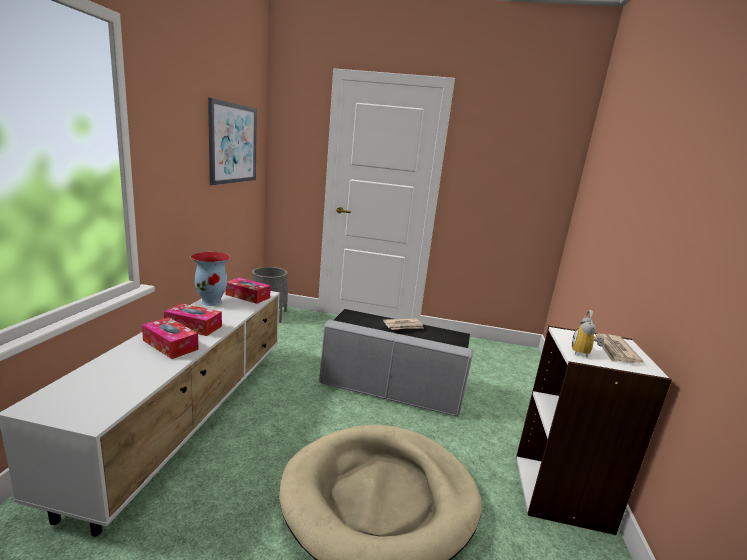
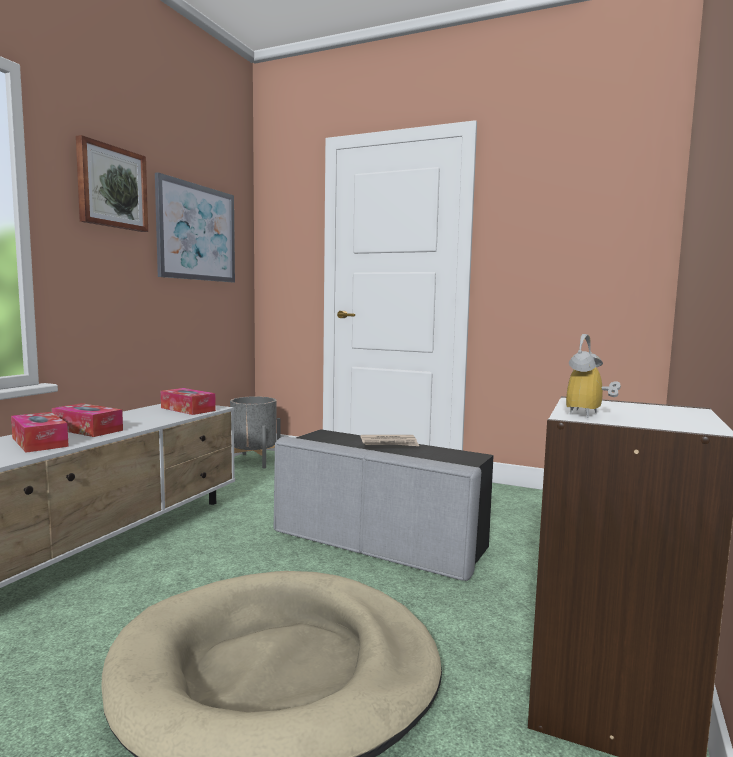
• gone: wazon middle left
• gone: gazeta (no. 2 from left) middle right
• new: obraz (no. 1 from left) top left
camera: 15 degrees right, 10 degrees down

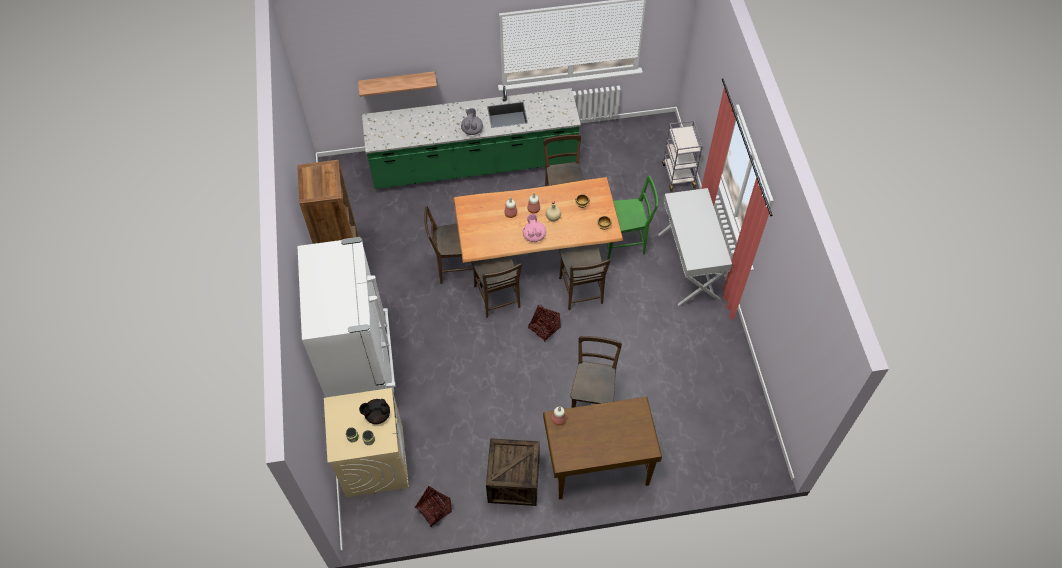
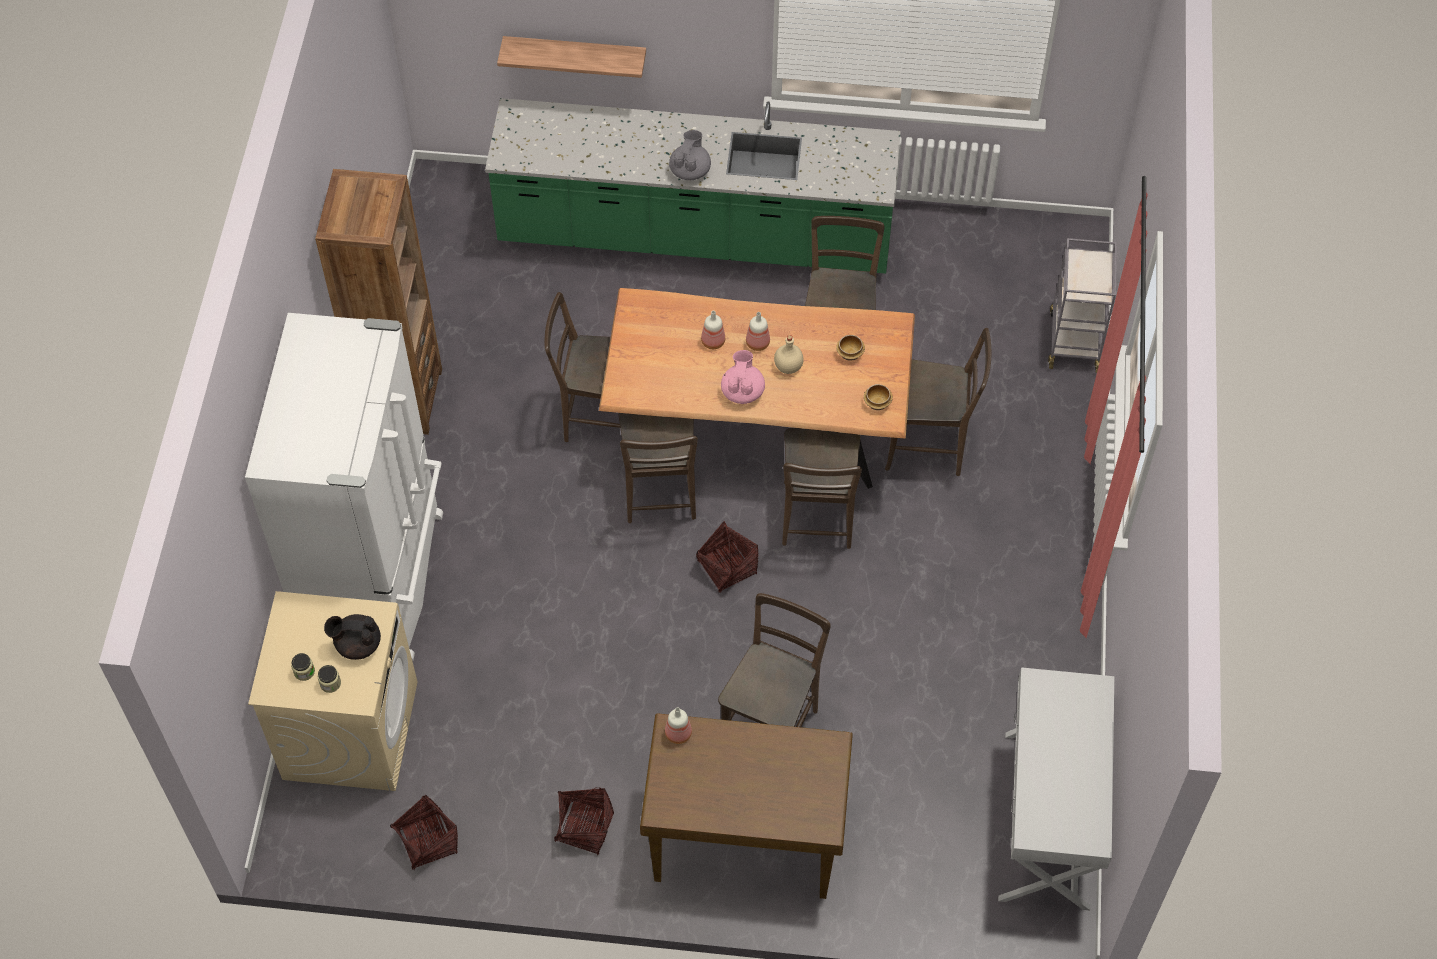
• shifted: stolik konsolowy (biały) centre to bottom right
• swapped: skrzynka bottom centre to koszyk (no. 2 from left) bottom centre
• repainted: krzesło (zielony) centre to krzesło (brązowy) (no. 6 from left) centre
camera: 15 degrees right, 0 degrees up

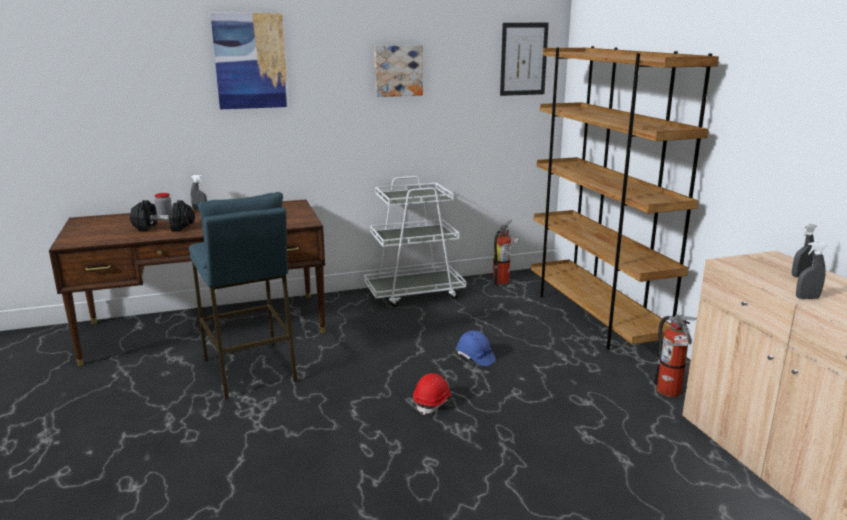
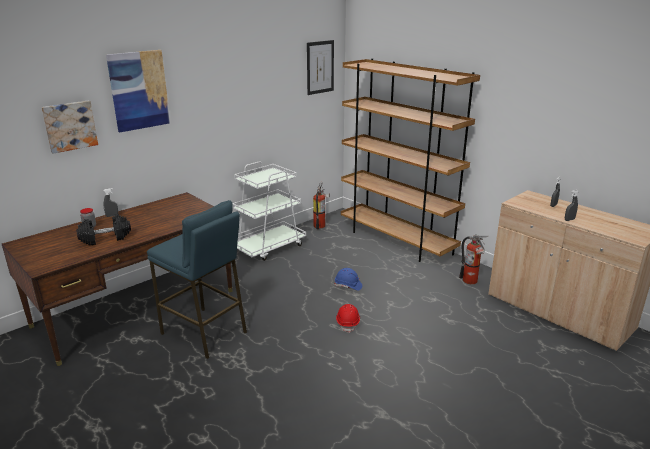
• shifted: obraz (no. 2 from left in the first image) top centre to obraz (no. 1 from left) top left
camera: 25 degrees left, 5 degrees up

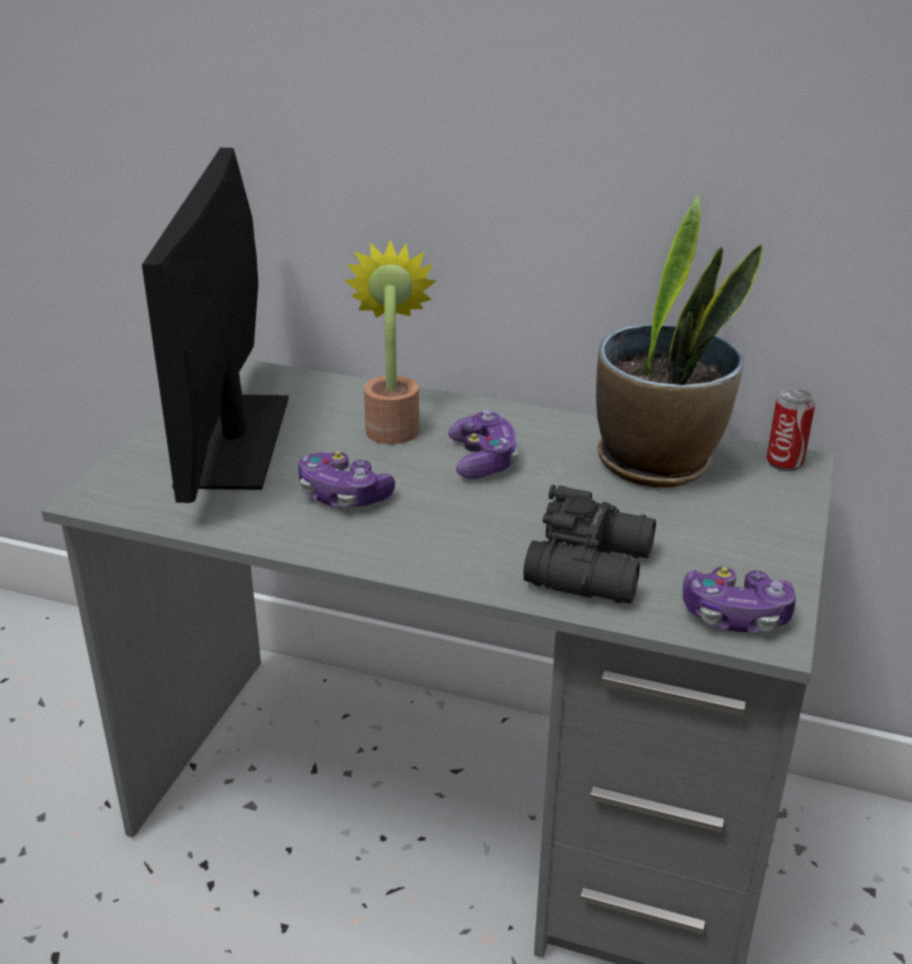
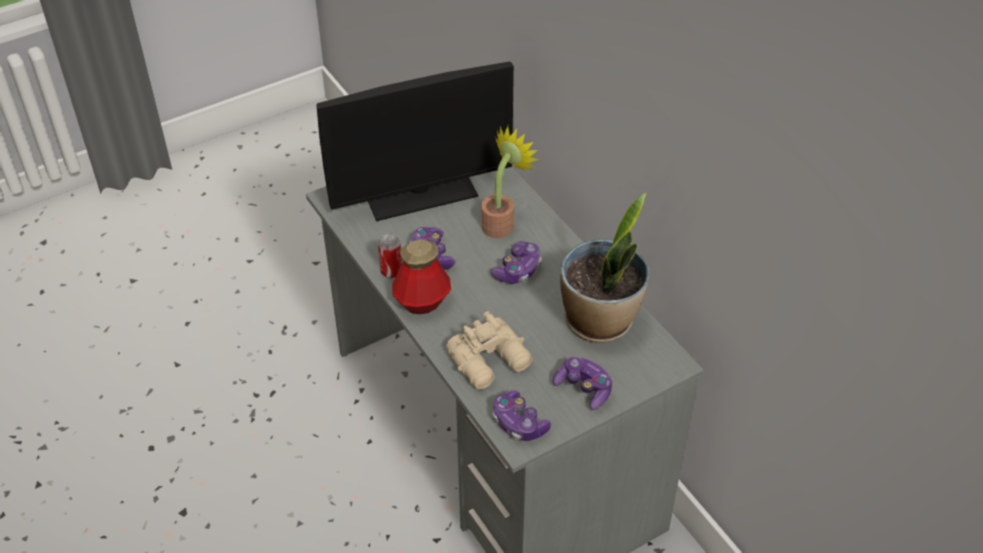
• new: butelka centre
• new: pad do gier (no. 4 from left) bottom centre
• shifted: puszka middle right to centre
• repainted: lornetka (czarny) centre to lornetka (beżowy) centre
• rotated: monitor middle left = top centre 150 degrees counterclockwise
camera: 40 degrees right, 15 degrees up

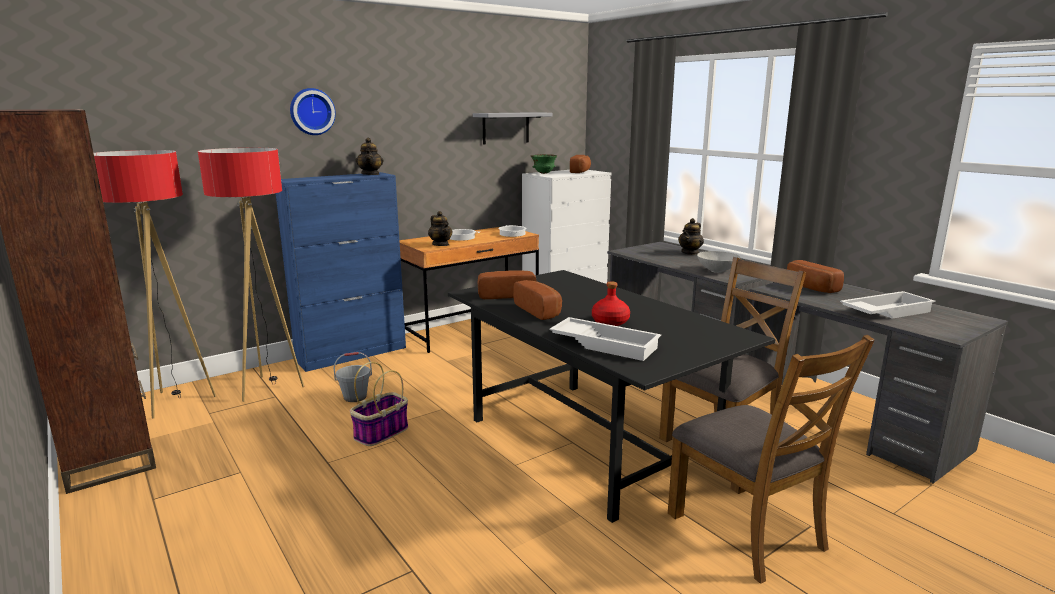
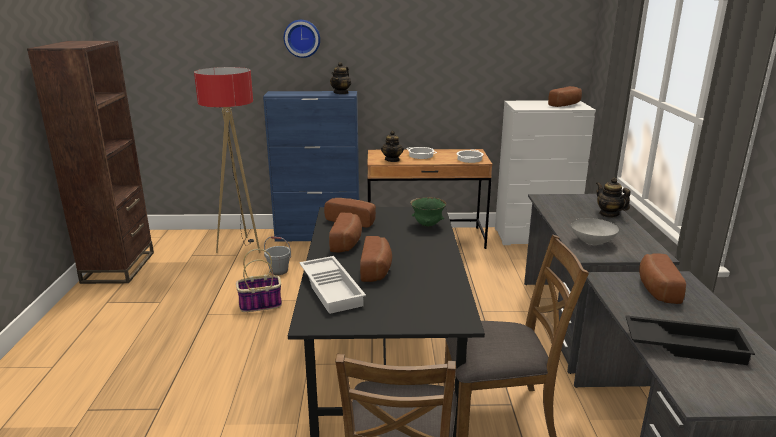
• gone: lampa stojąca (no. 1 from left) middle left
• gone: półka (szary) top centre
• shifted: miska (zielony) top centre to centre
• swapped: butelka (czerwony) centre to chleb (no. 3 from left) centre
• repainted: taca (biały) (no. 2 from left) middle right to taca (czarny) bottom right
• rotated: imbryk (no. 3 from left) centre = middle right 75 degrees clockwise
camera: 35 degrees right, 5 degrees up

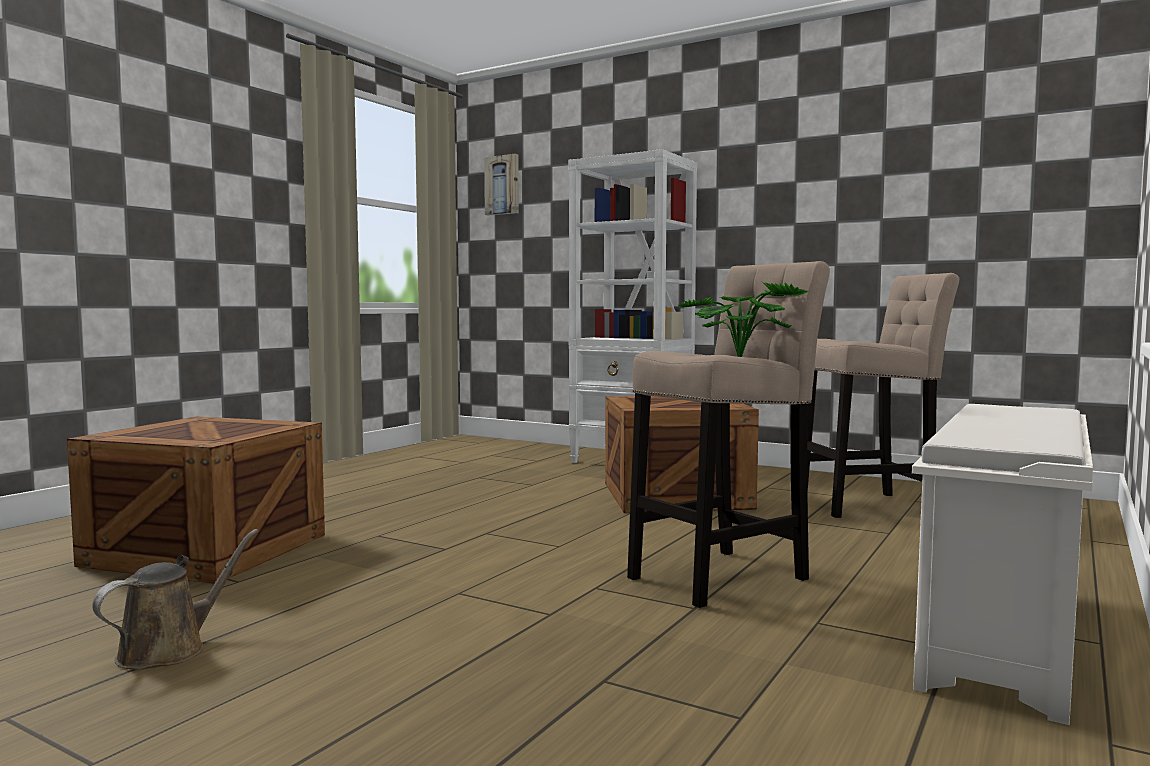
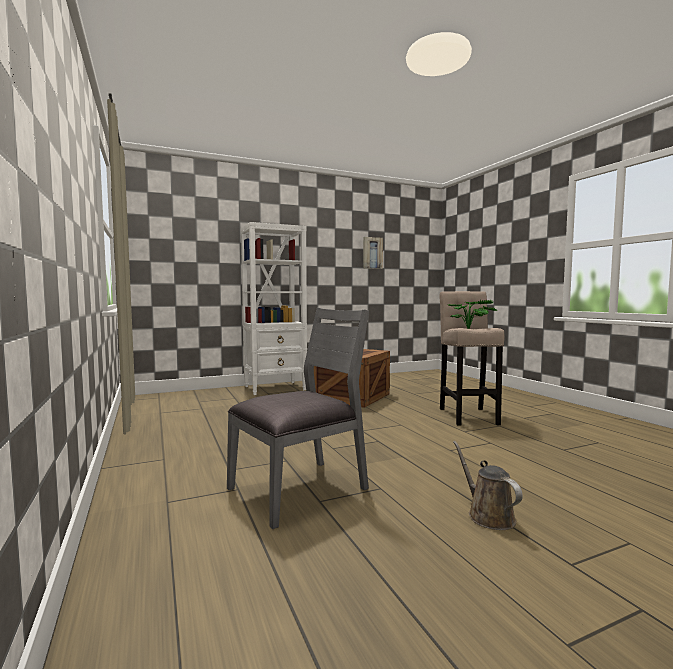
• gone: stołek (beżowy) (no. 2 from left) middle right
• gone: regał na buty (biały) bottom right
• shifted: obraz top centre to centre
• swapped: skrzynka (no. 1 from left) middle left to krzesło (szary) centre
camera: 55 degrees left, 0 degrees up

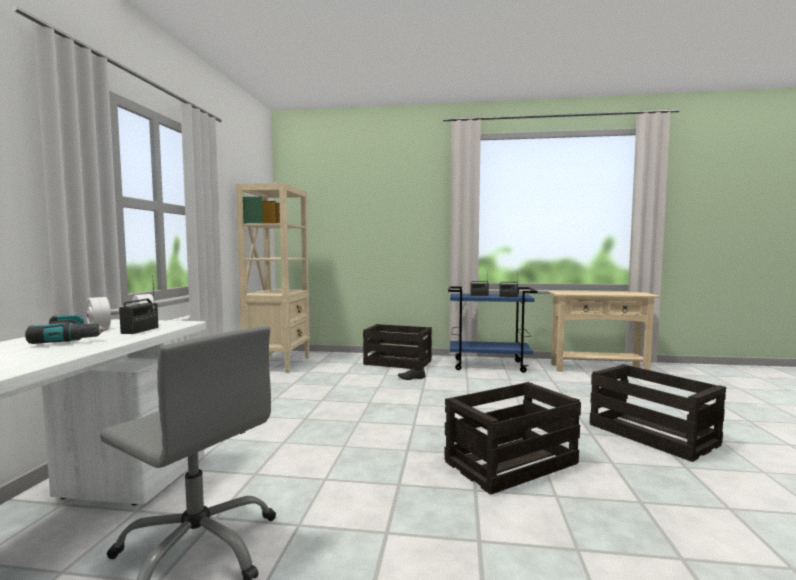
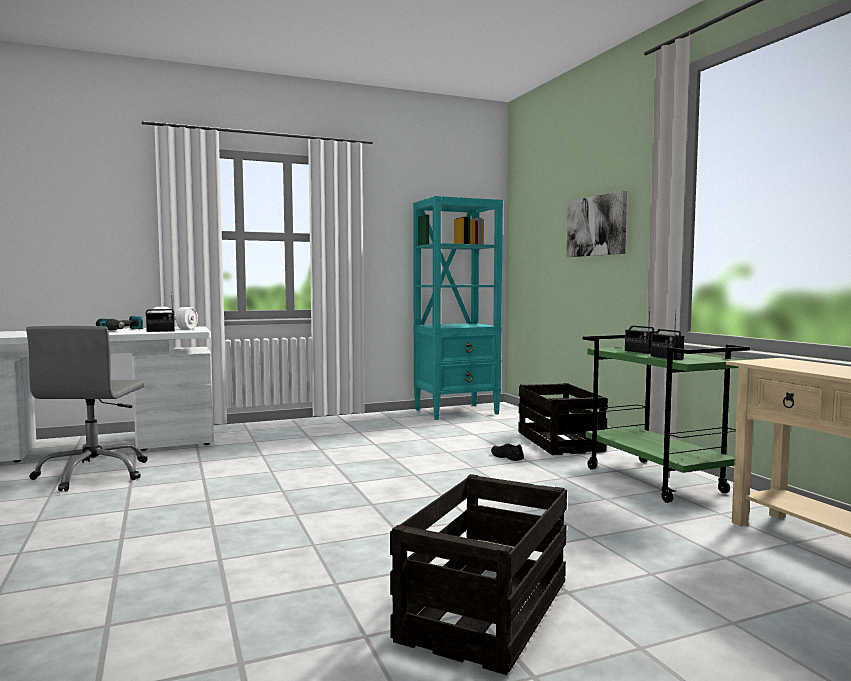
• gone: skrzynka (no. 2 from left) bottom centre
• new: obraz top right
• repainted: regał (beżowy) centre to regał (turkusowy) centre
• repainted: wózek (niebieski) centre to wózek (zielony) middle right
camera: 60 degrees right, 0 degrees up

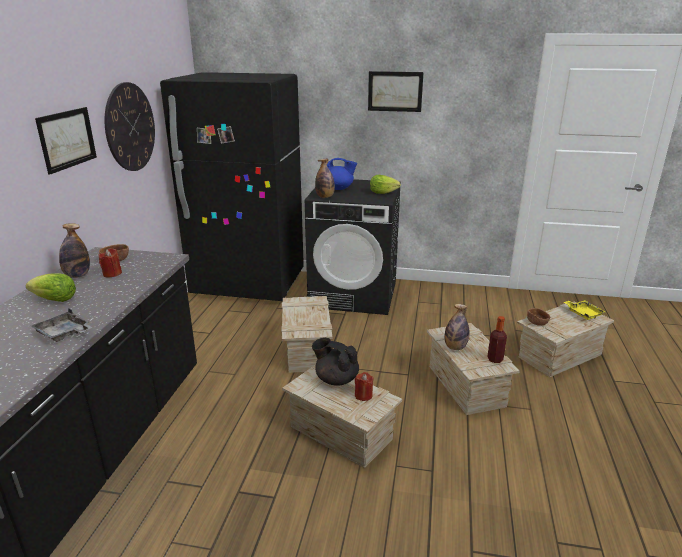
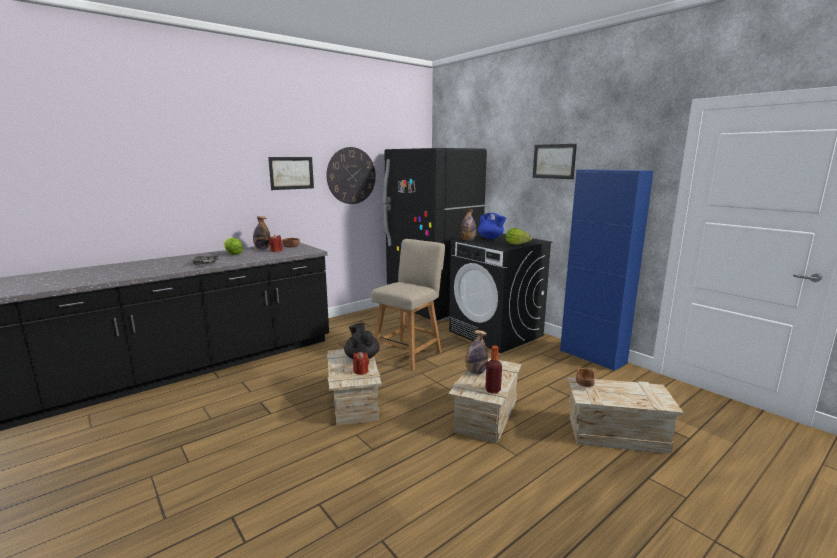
• gone: taca (żółty) middle right
• new: szafka (niebieski) middle right
• swapped: skrzynka (no. 1 from left) centre to krzesło (beżowy) centre
camera: 40 degrees right, 10 degrees down

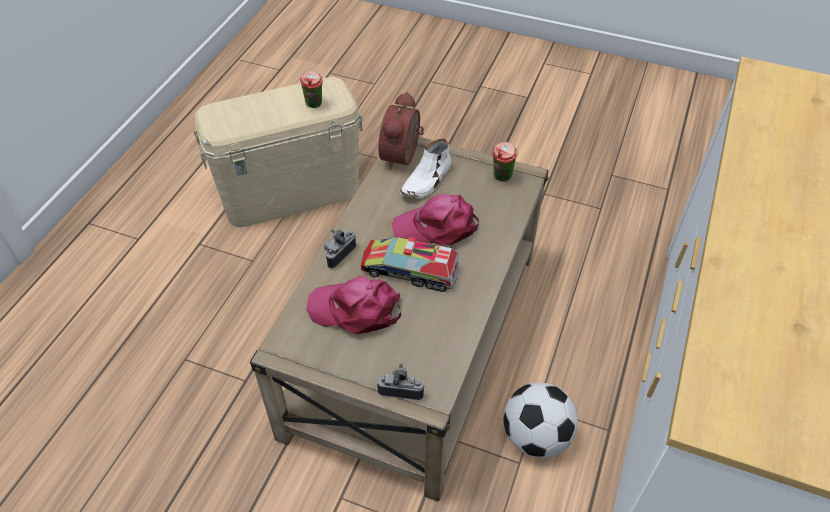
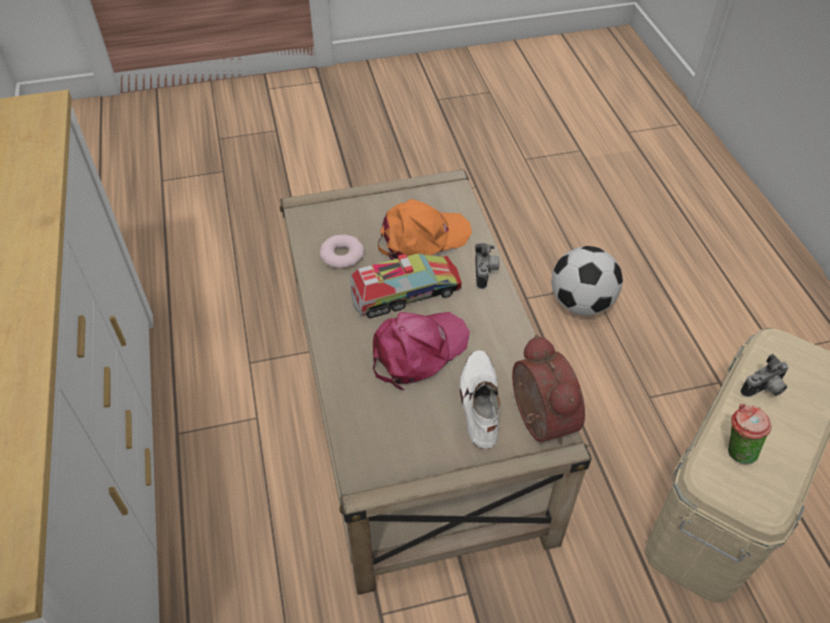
• gone: filiżanka (no. 2 from left) top centre
• new: donut centre
• shifted: aparat fotograficzny (no. 2 from left) bottom centre to middle right
• shifted: piłka futbolowa bottom centre to middle right
• repainted: czapka z daszkiem (różowy) (no. 1 from left) centre to czapka z daszkiem (pomarańczowy) centre
camera: 145 degrees right, 0 degrees up

